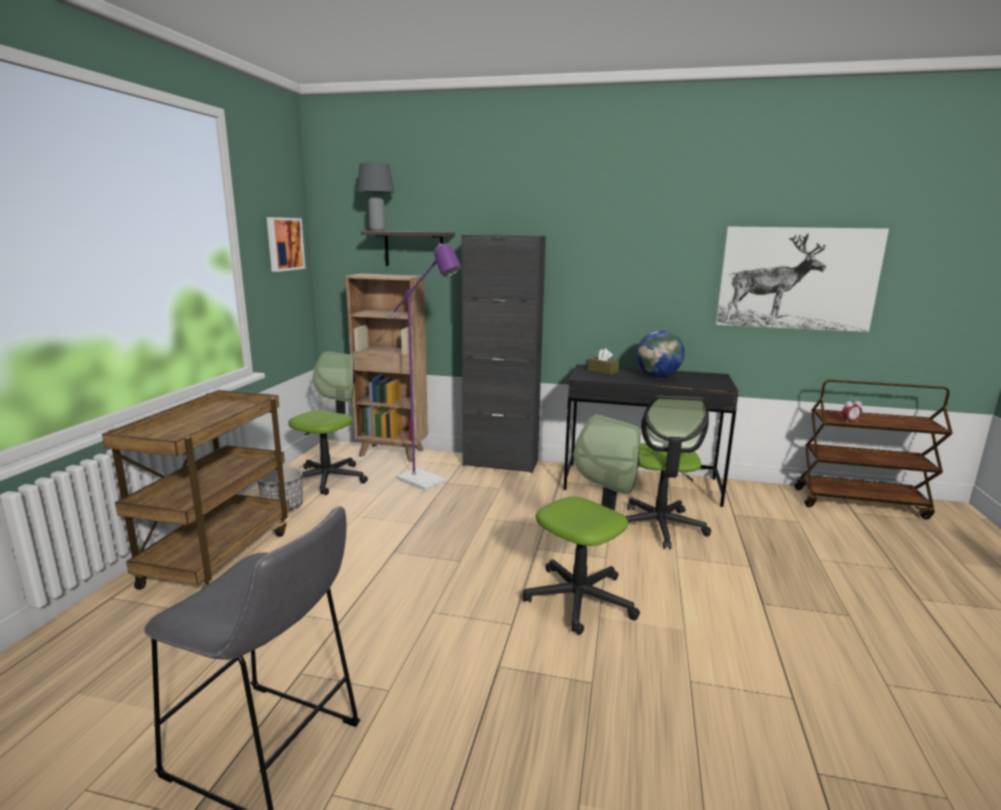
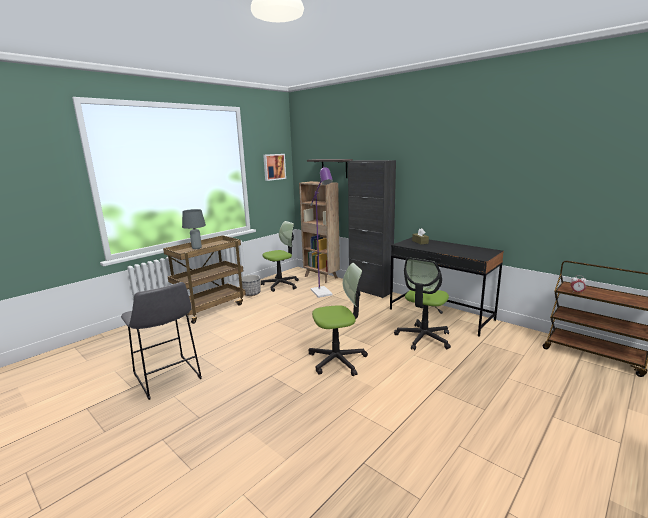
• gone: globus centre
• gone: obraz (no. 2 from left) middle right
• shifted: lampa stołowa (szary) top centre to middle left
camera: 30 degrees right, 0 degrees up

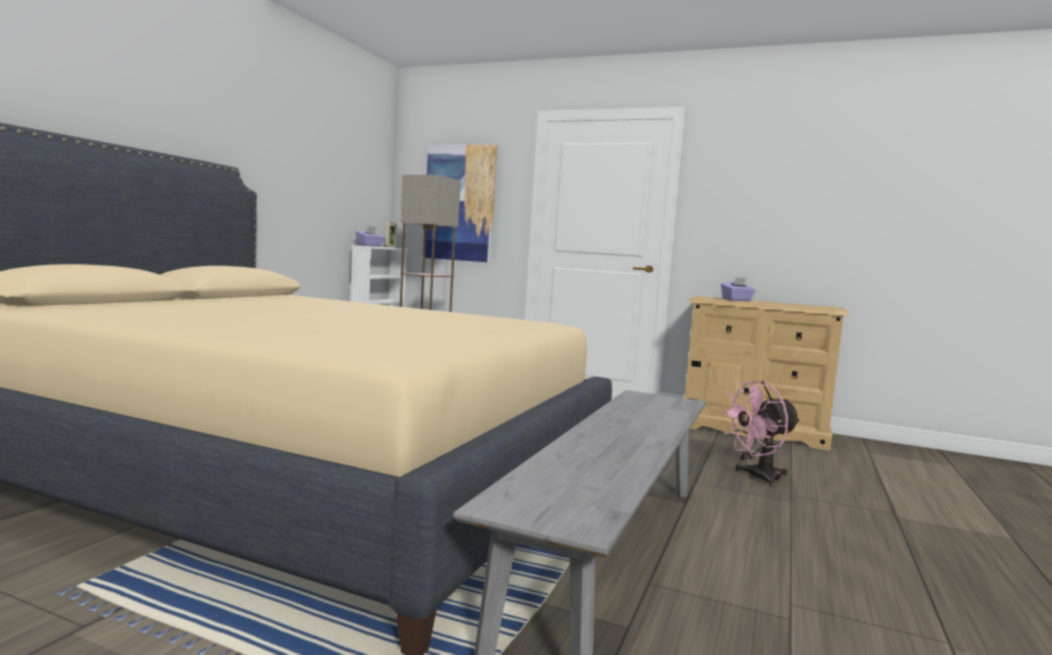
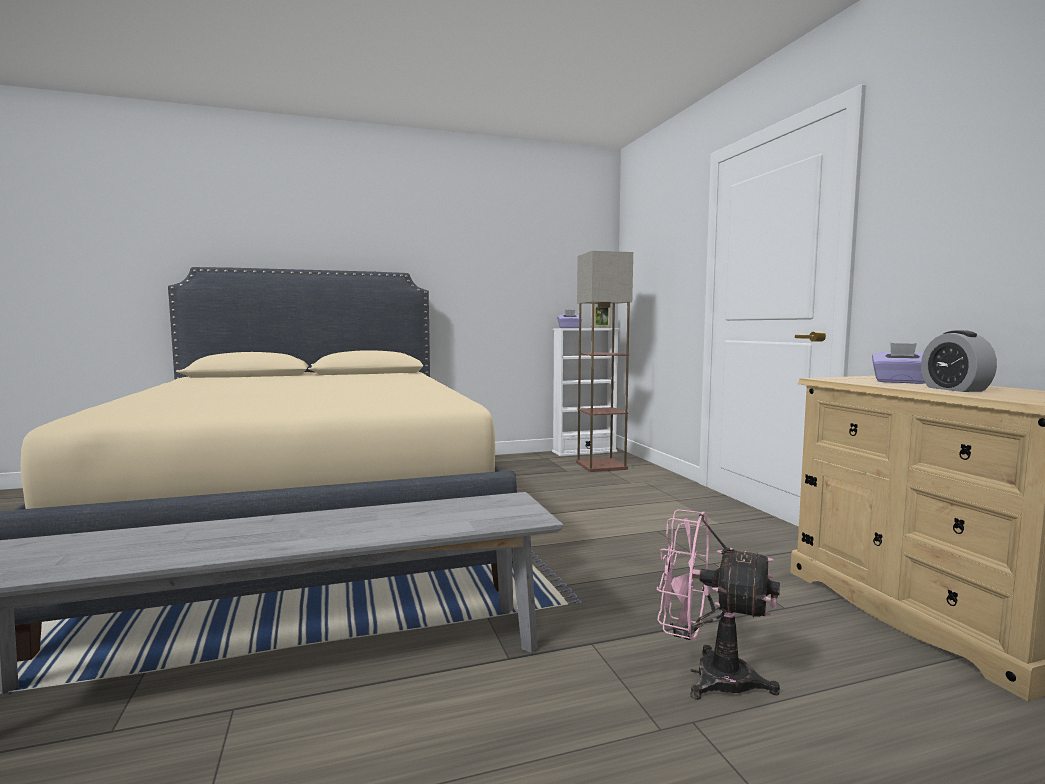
• gone: obraz top centre
• new: budzik middle right
camera: 50 degrees right, 0 degrees up

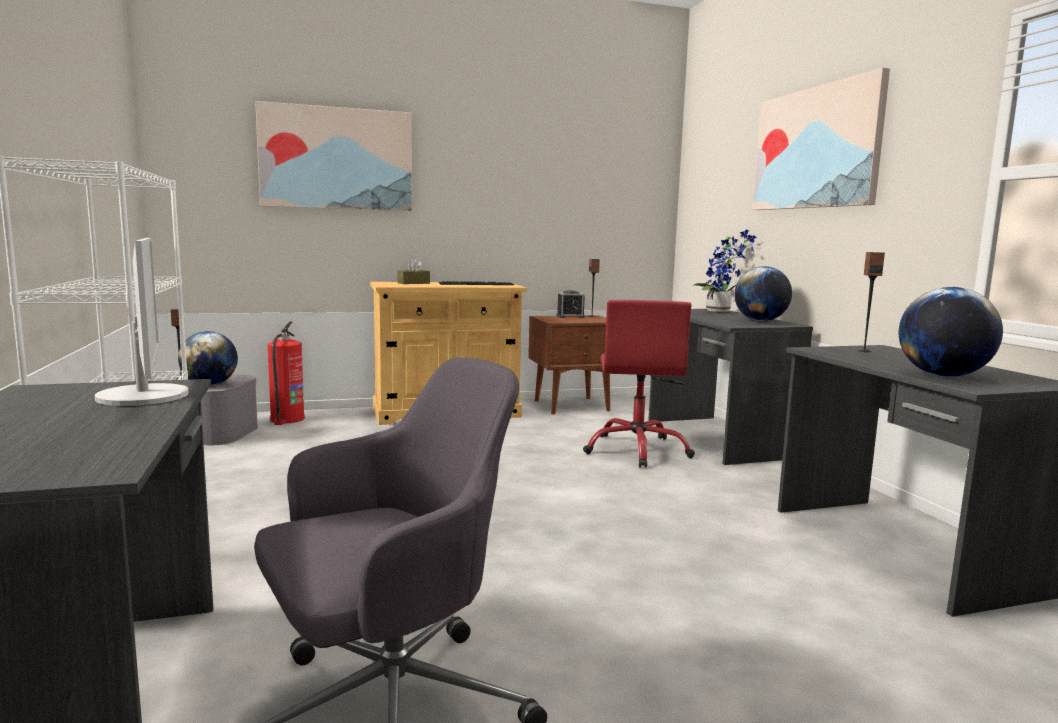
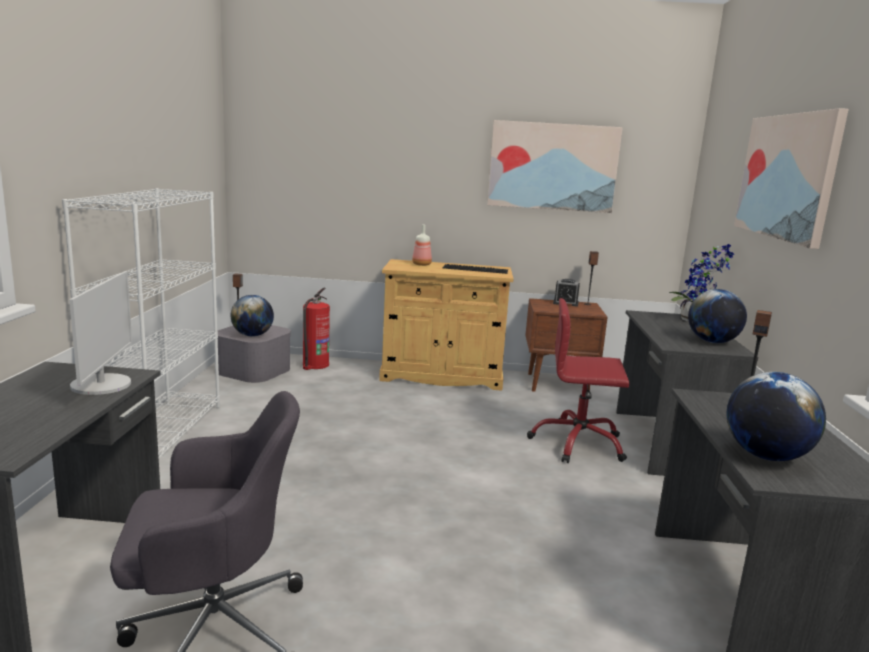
• shifted: obraz (no. 1 from left) top left to top centre
• swapped: pudełko chusteczek (brązowy) centre to butelka centre
• rotated: krzesło biurowe (czerwony) centre = centre 75 degrees clockwise
camera: 20 degrees right, 5 degrees up

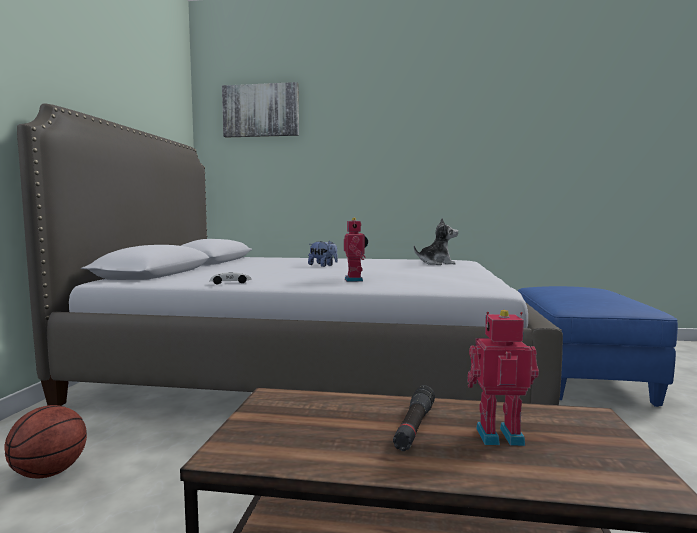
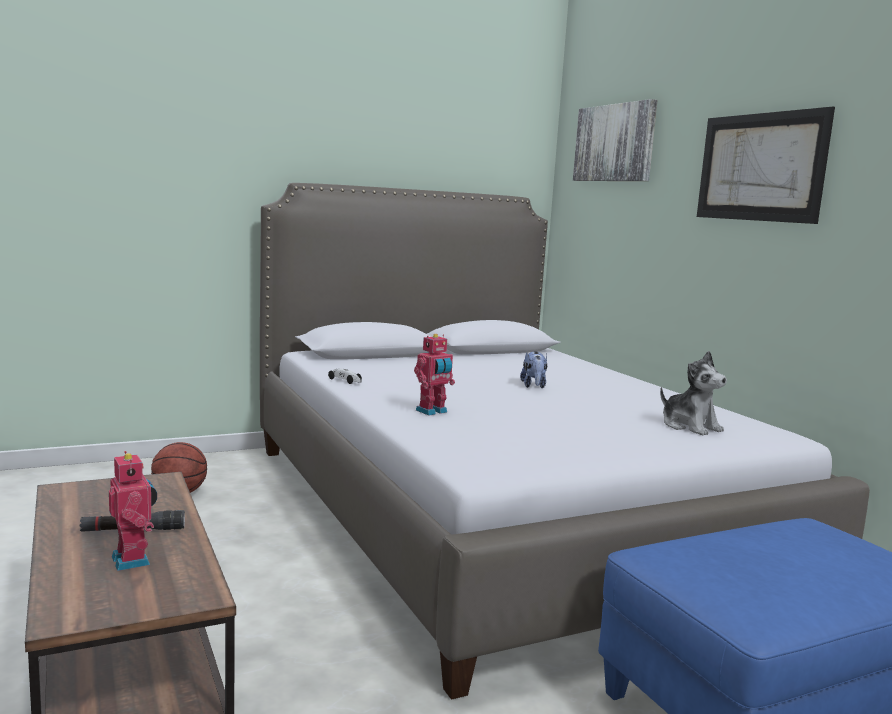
• new: obraz (no. 2 from left) top right
camera: 55 degrees right, 5 degrees up

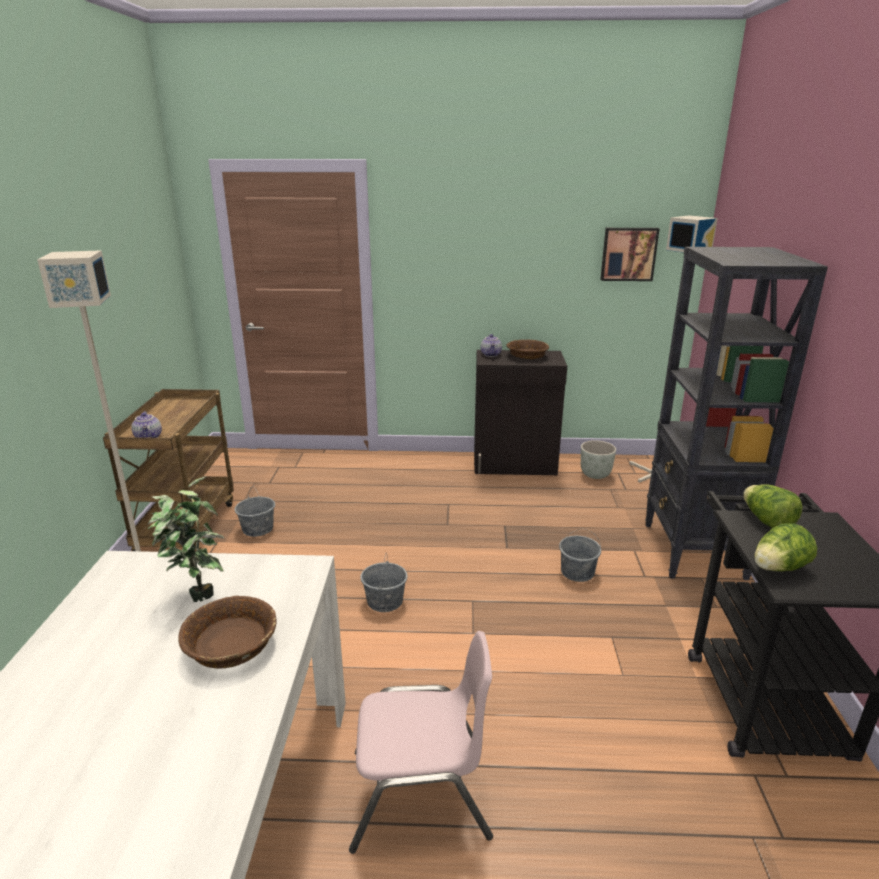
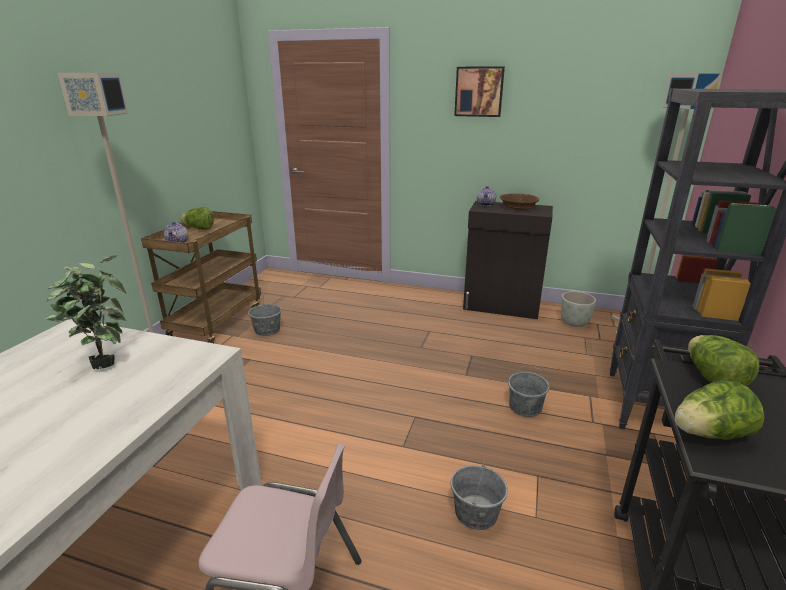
• gone: miska (brązowy) (no. 1 from left) bottom left
• new: sałata (no. 1 from left) middle left
• shifted: wiadro (szary) (no. 2 from left) centre to bottom centre
• shifted: obraz top right to top centre
camera: 15 degrees right, 0 degrees up

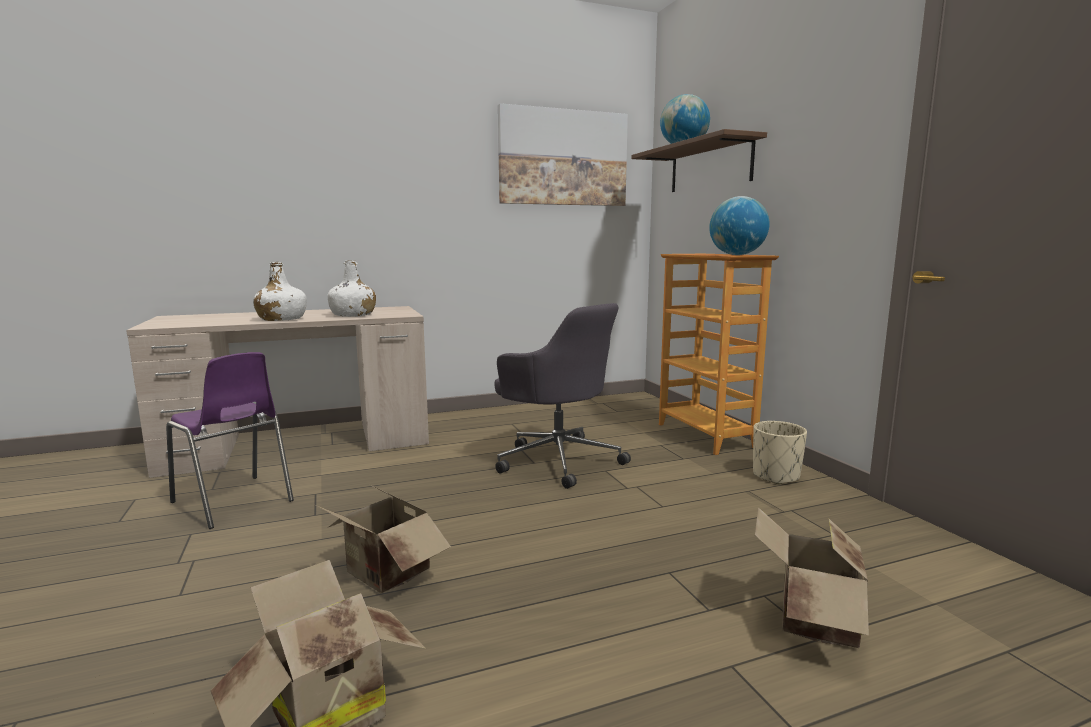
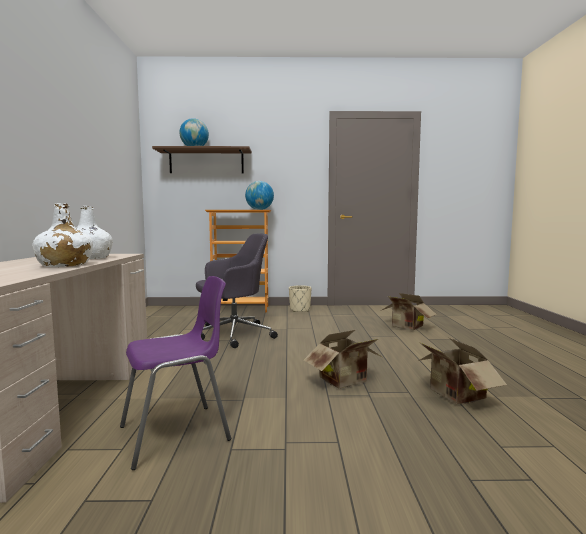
• gone: obraz top centre
camera: 70 degrees left, 5 degrees down

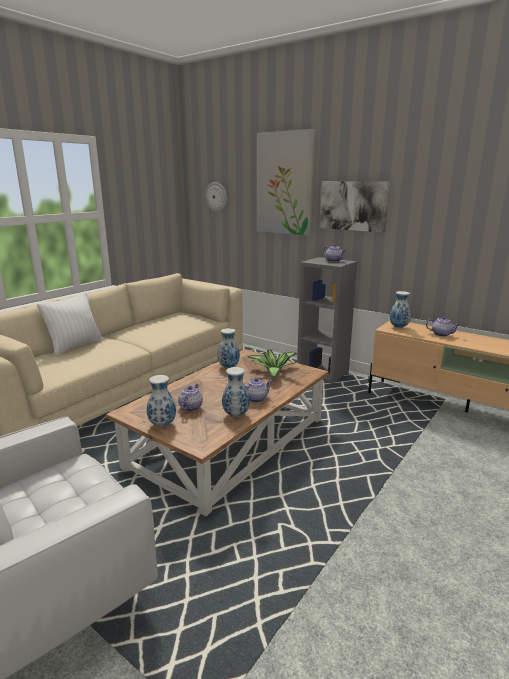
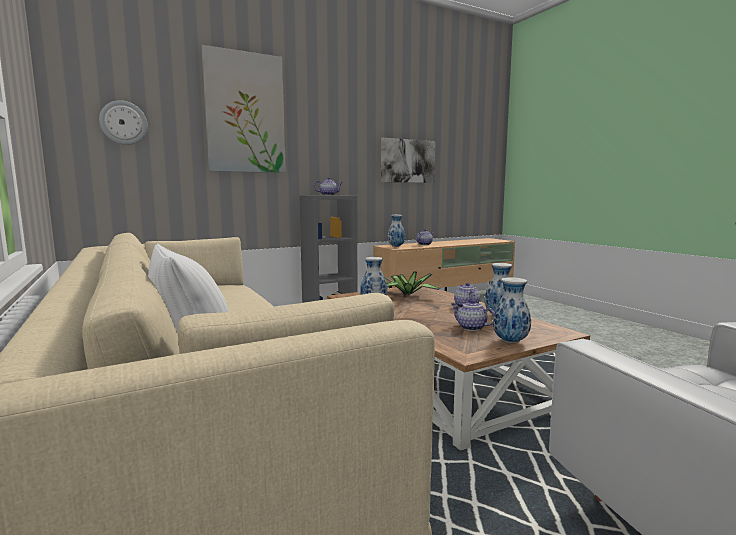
• shifted: obraz (no. 2 from left) top right to top centre
camera: 65 degrees left, 10 degrees down

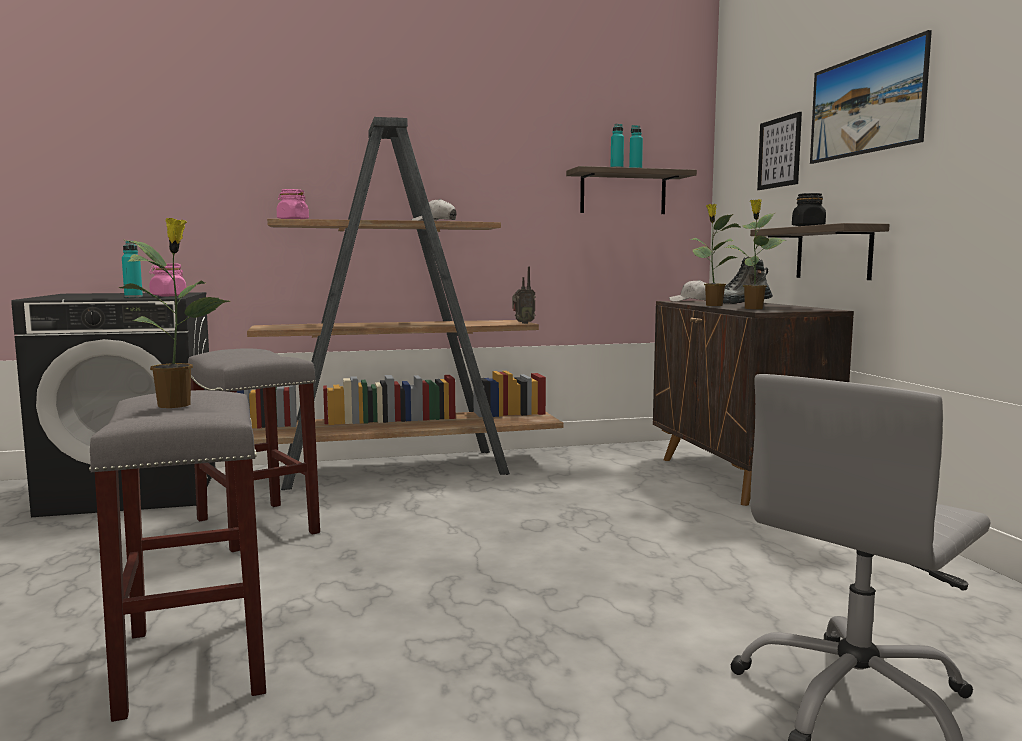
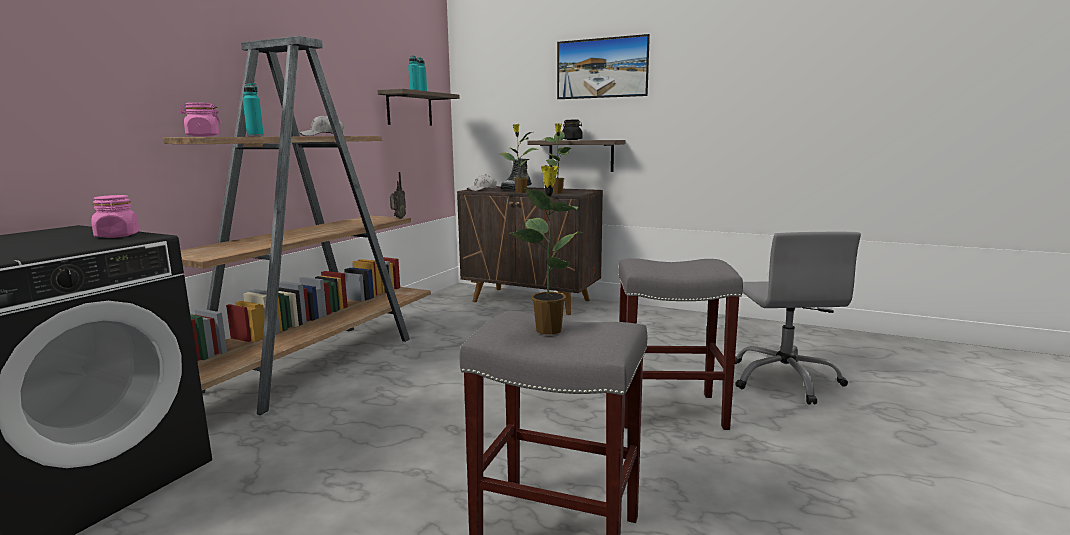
• gone: obraz (no. 1 from left) top right
• shifted: butelka (turkusowy) (no. 1 from left) middle left to top left
• shifted: stołek (szary) (no. 2 from left) middle left to centre
camera: 50 degrees left, 5 degrees up

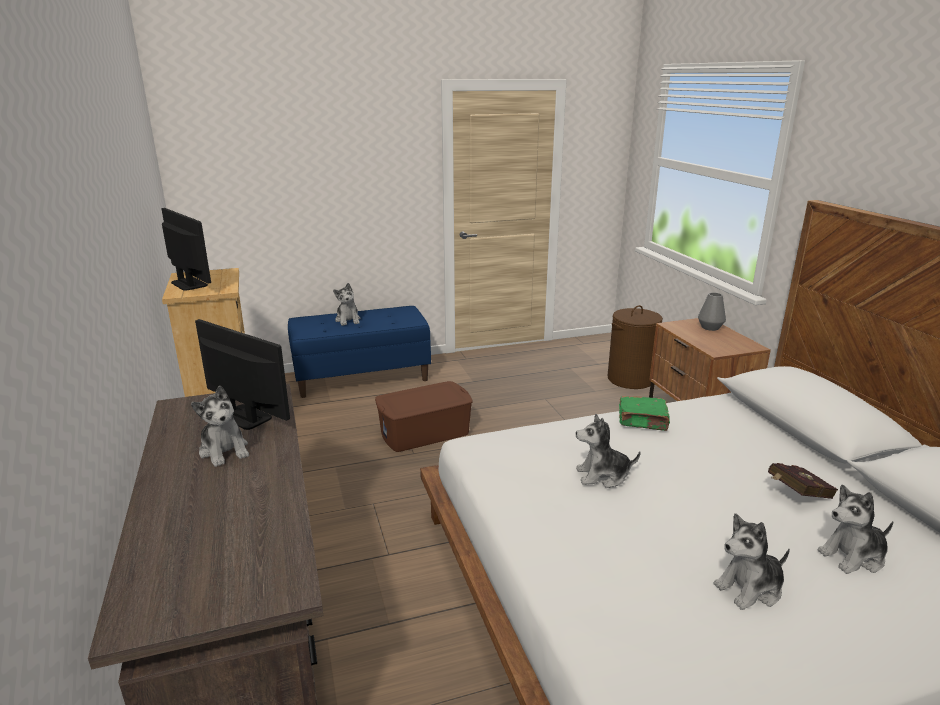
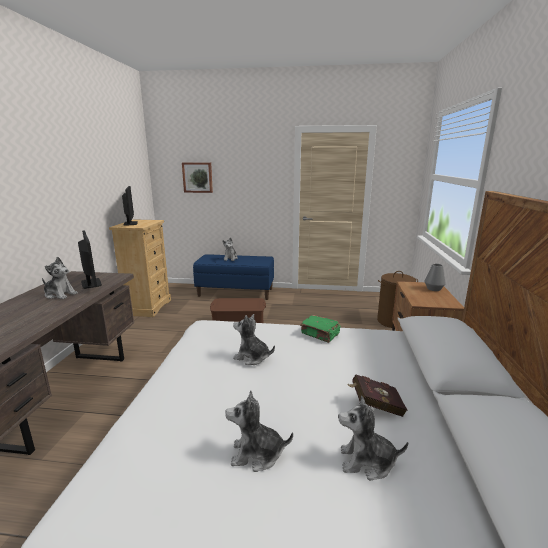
• new: obraz top centre
• rotated: pluszak (no. 1 from left) middle left = middle left 60 degrees counterclockwise
camera: 25 degrees right, 5 degrees down

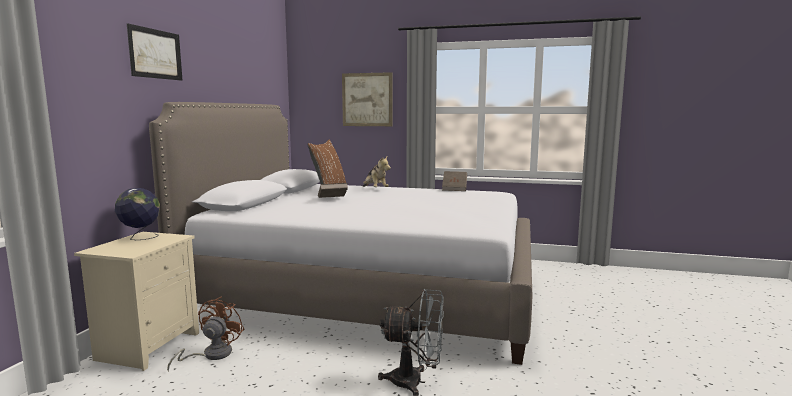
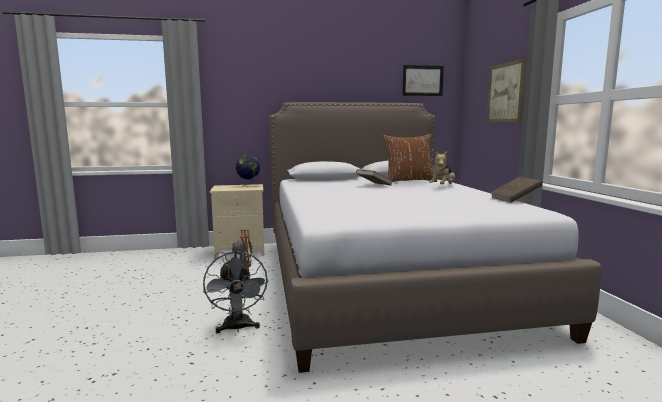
• shifted: obraz (no. 1 from left) top left to top centre
camera: 65 degrees right, 0 degrees up

